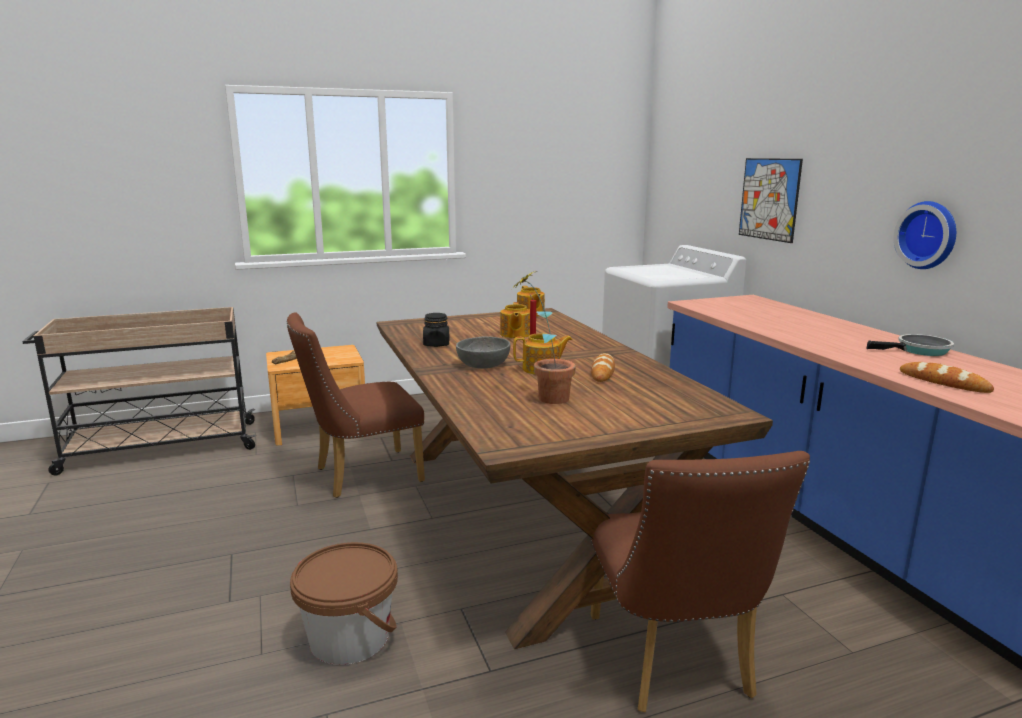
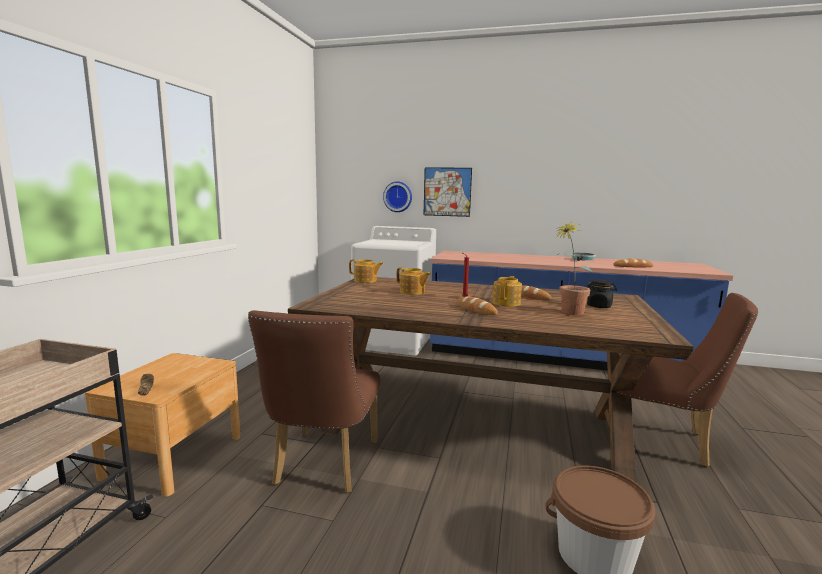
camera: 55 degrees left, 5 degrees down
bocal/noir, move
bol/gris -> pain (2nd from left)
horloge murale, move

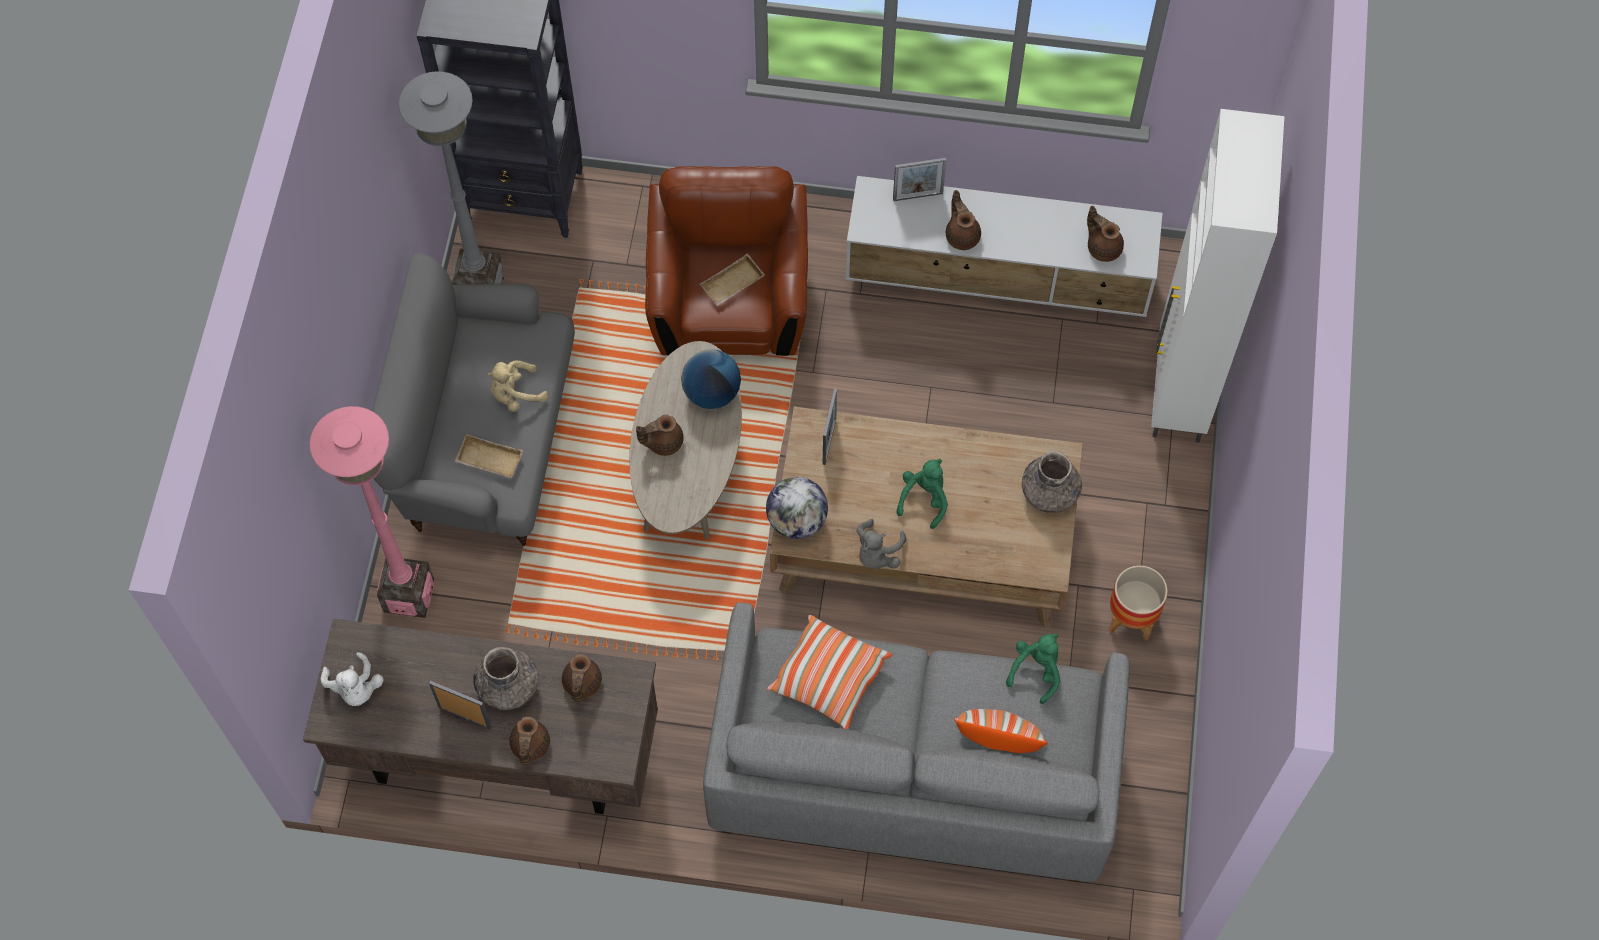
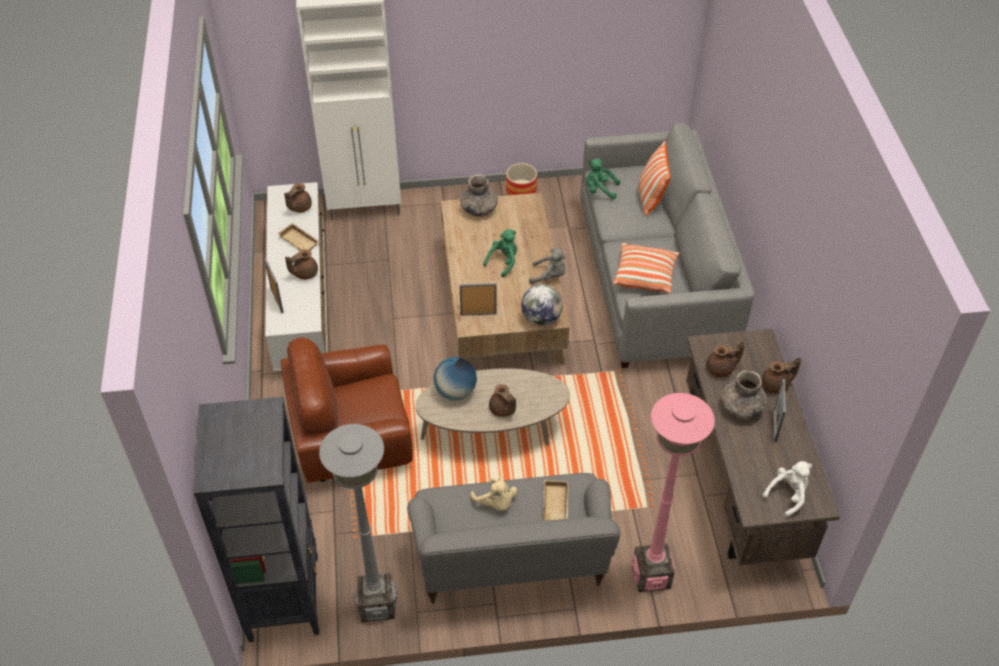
camera: 105 degrees left, 15 degrees down
plateau/beige (2nd from left in the first image) -> plateau/beige (1st from left), move
peluche/vert (1st from left), 120 degrees clockwise

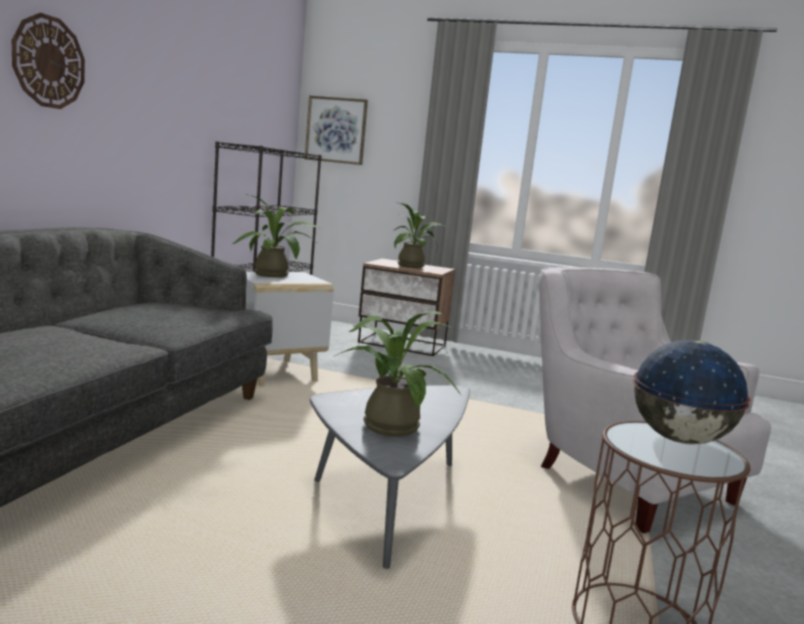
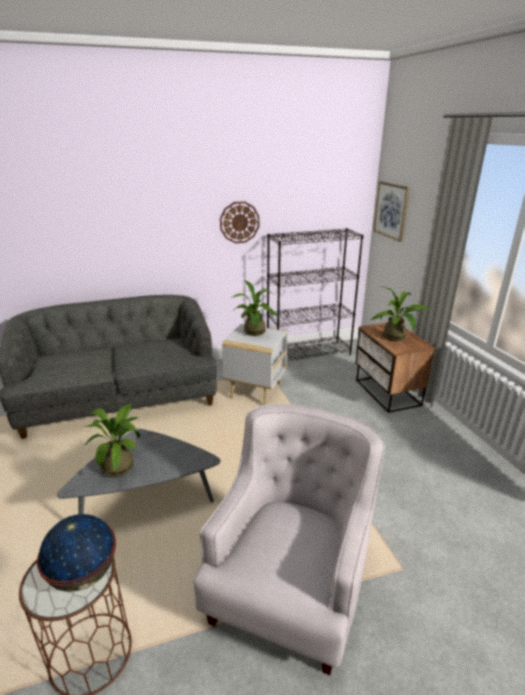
camera: 55 degrees right, 15 degrees up
horloge murale, move

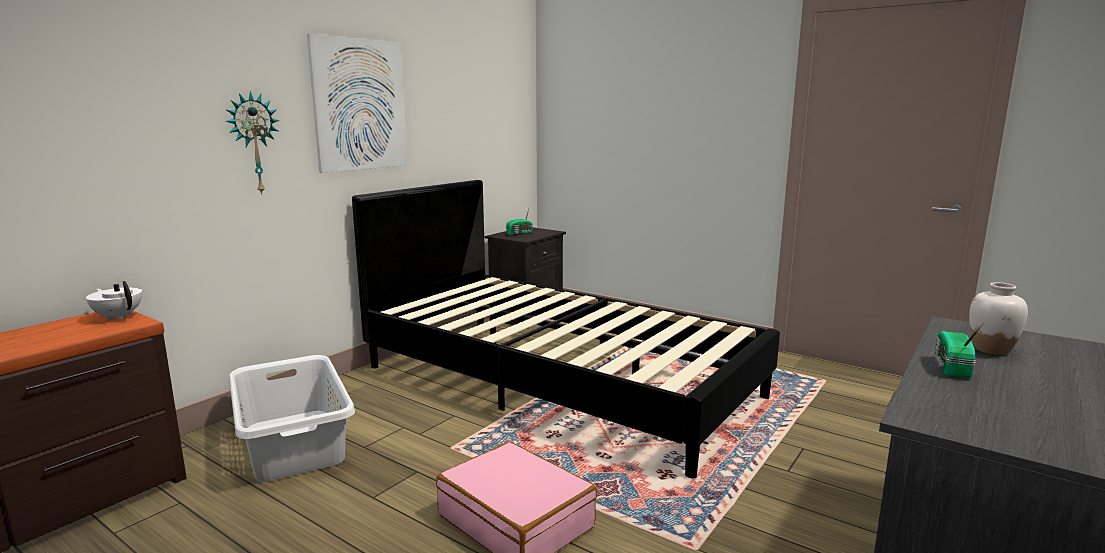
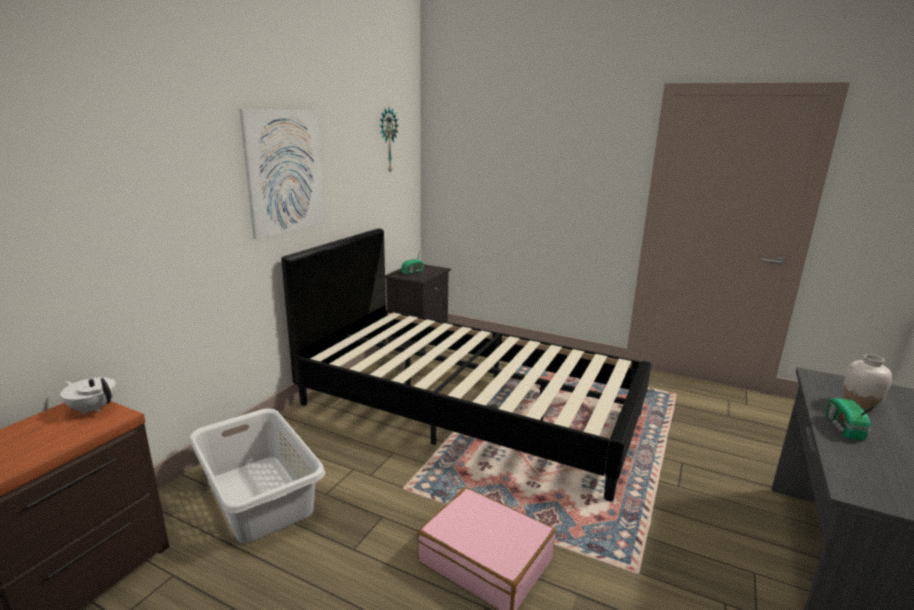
camera: 10 degrees left, 5 degrees up
horloge murale, move

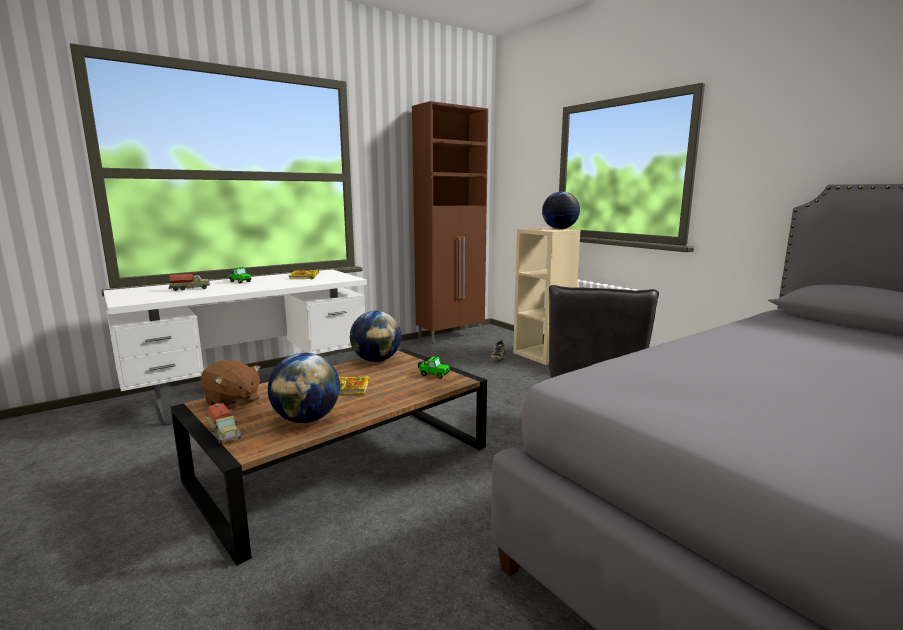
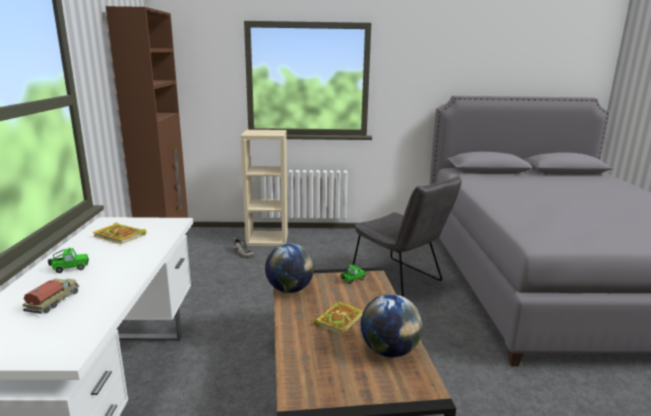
camera: 55 degrees left, 5 degrees up
peluche/marron -> none
camion jouet (2nd from left) -> none
globe (3rd from left) -> none

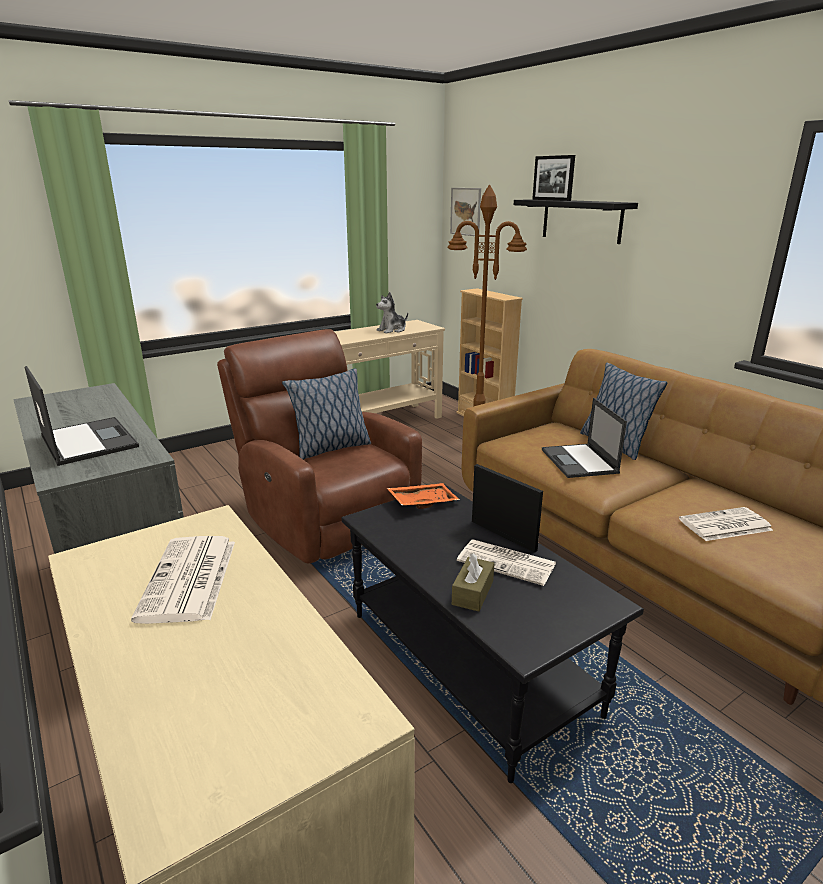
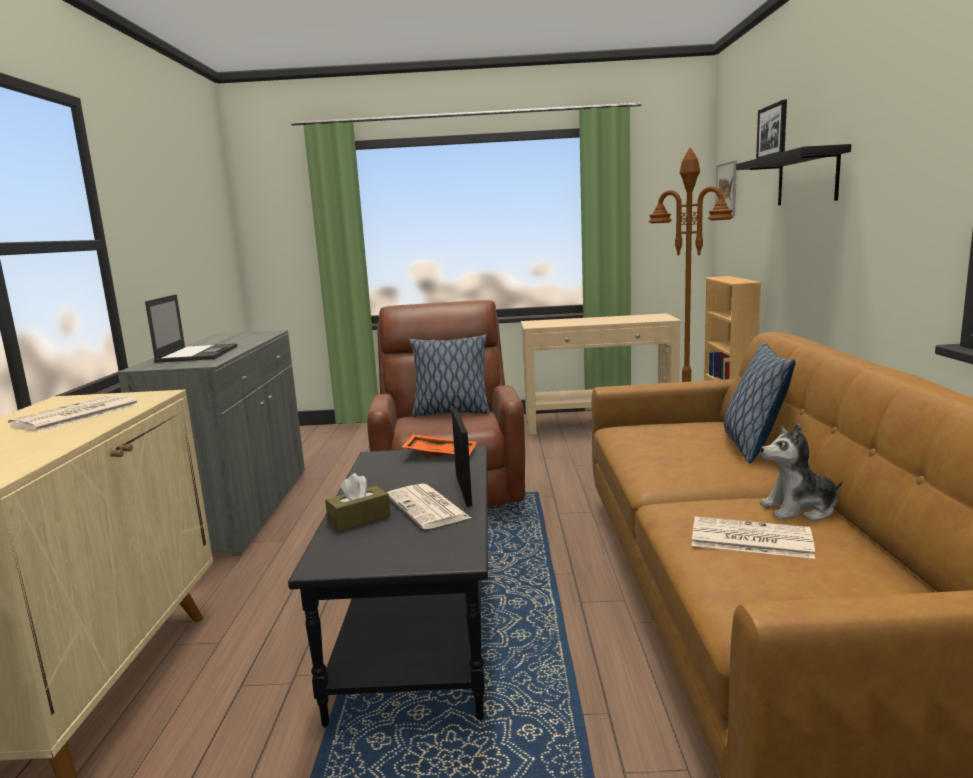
camera: 35 degrees right, 10 degrees down
peluche, move
ordinateur portable (2nd from left) -> none

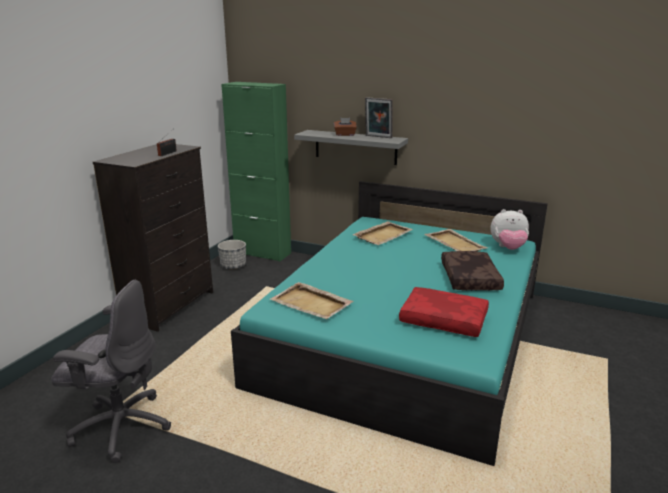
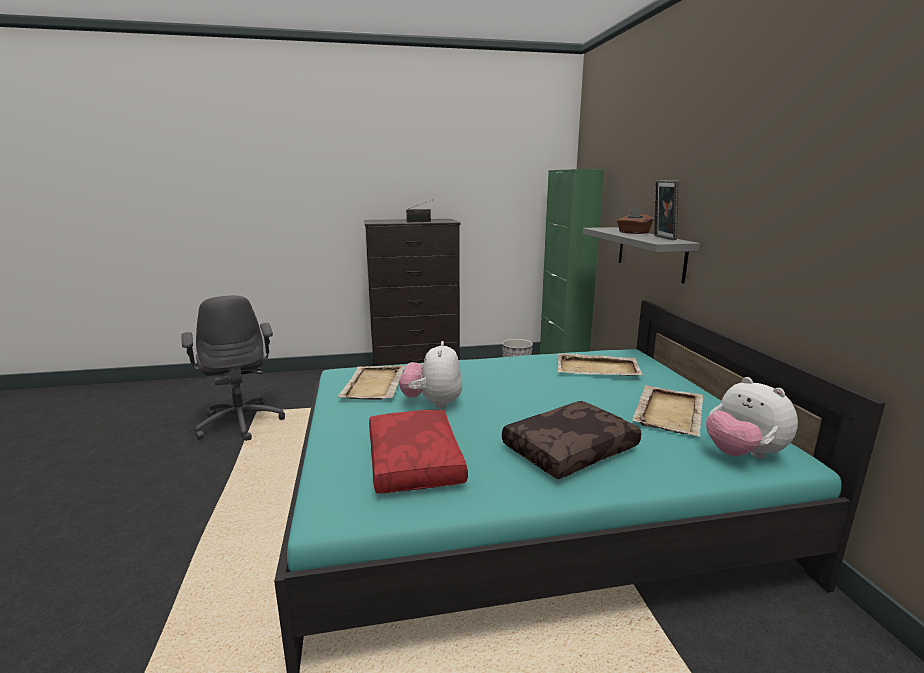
camera: 55 degrees right, 5 degrees down
none -> peluche (1st from left)

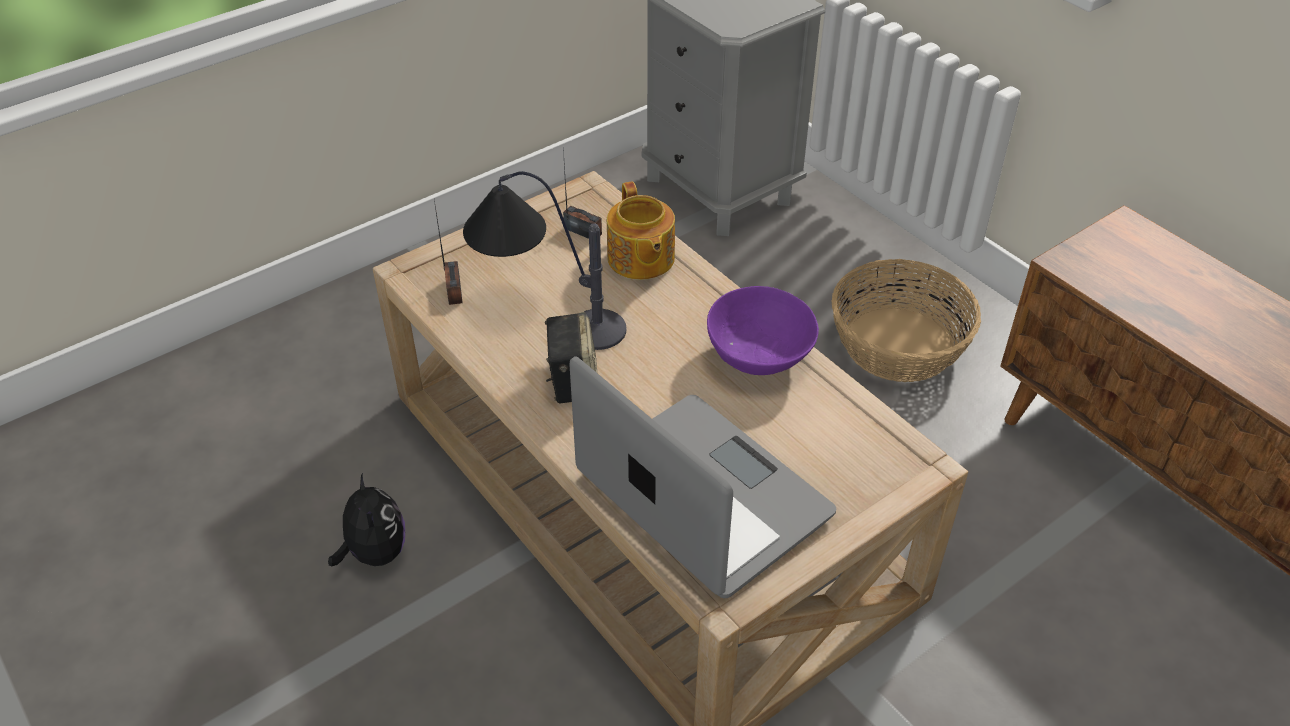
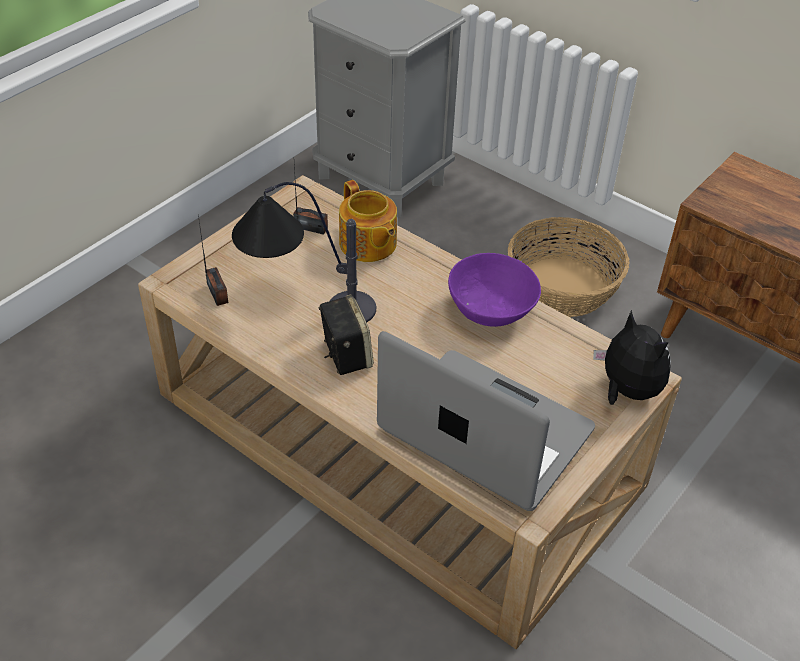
camera: 15 degrees left, 0 degrees up
peluche, move

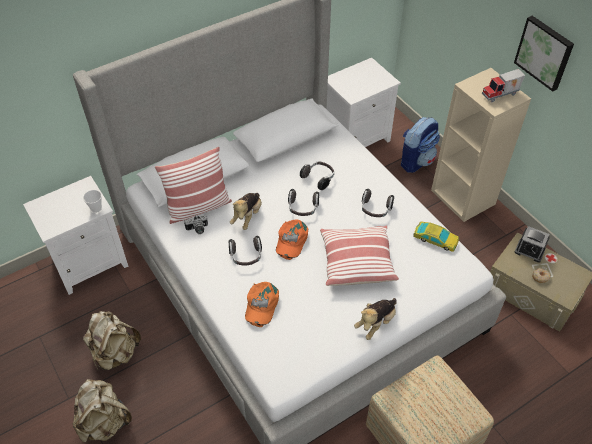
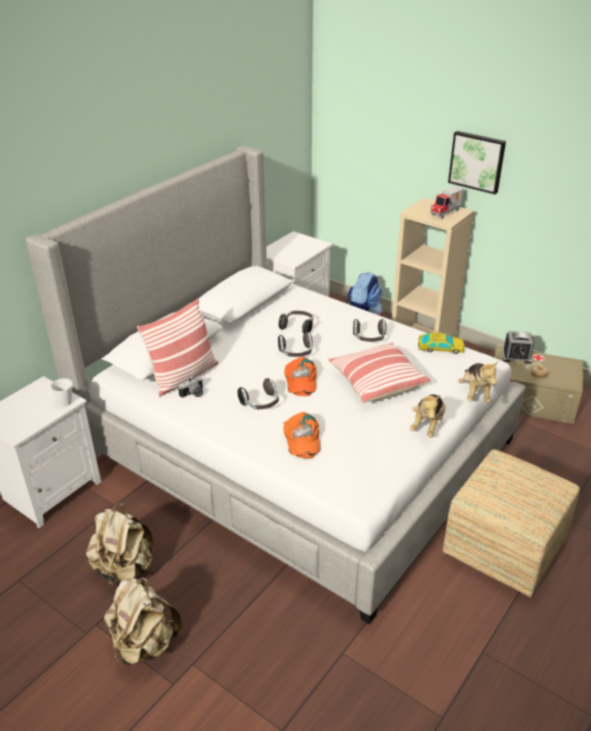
camera: 20 degrees left, 15 degrees down
peluche (1st from left in the first image) -> peluche (2nd from left), move

